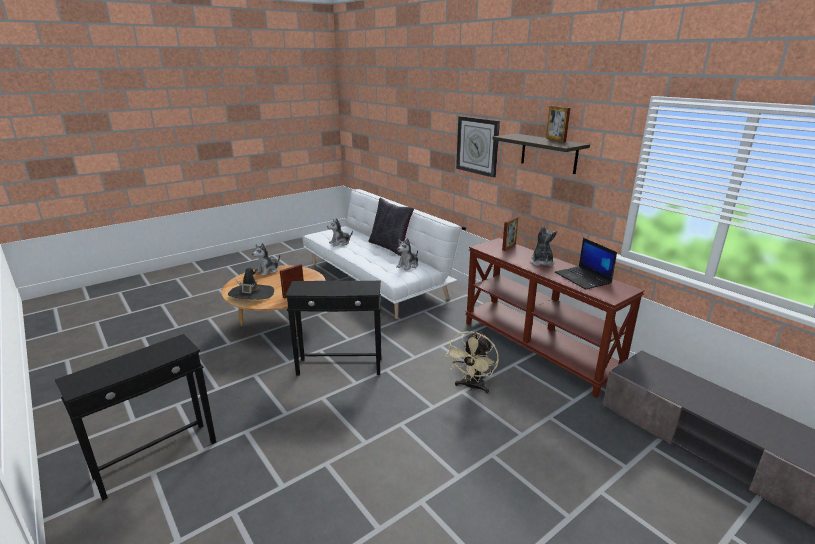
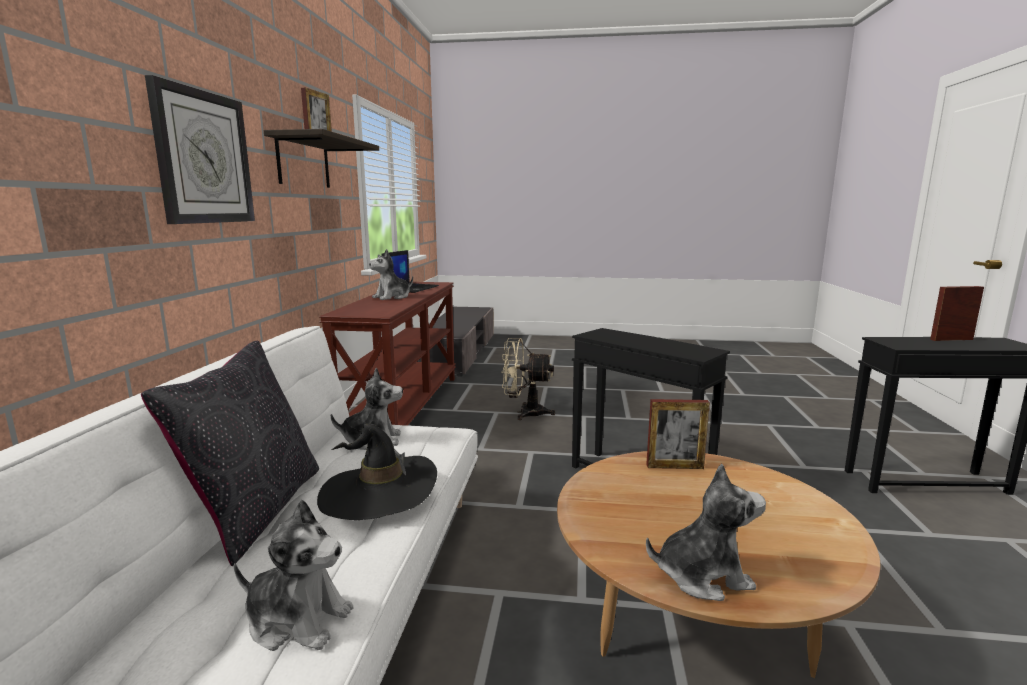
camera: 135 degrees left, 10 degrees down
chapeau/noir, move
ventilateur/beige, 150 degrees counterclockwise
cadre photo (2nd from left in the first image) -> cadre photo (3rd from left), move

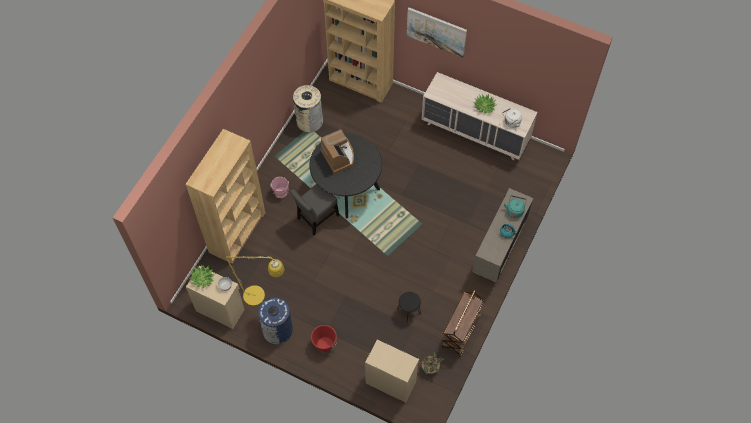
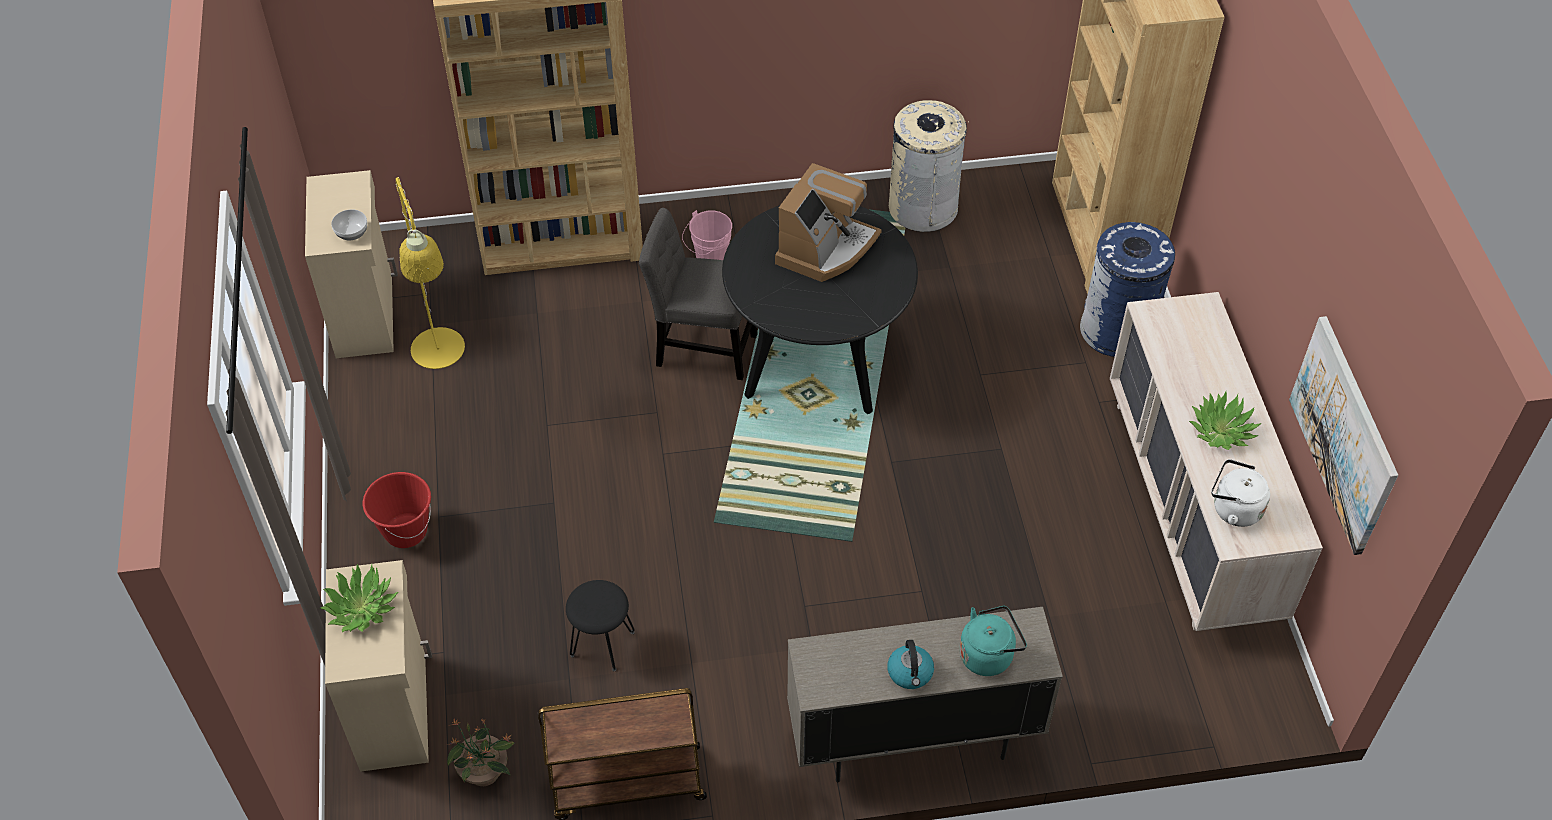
camera: 55 degrees right, 10 degrees down
plante en pot (1st from left), move
poubelle/bleu, move
tableau, move

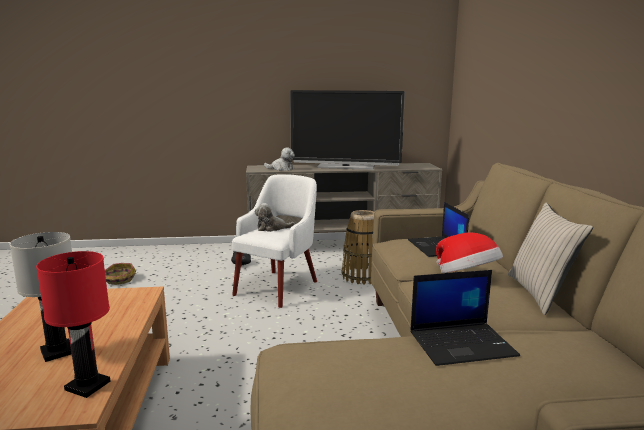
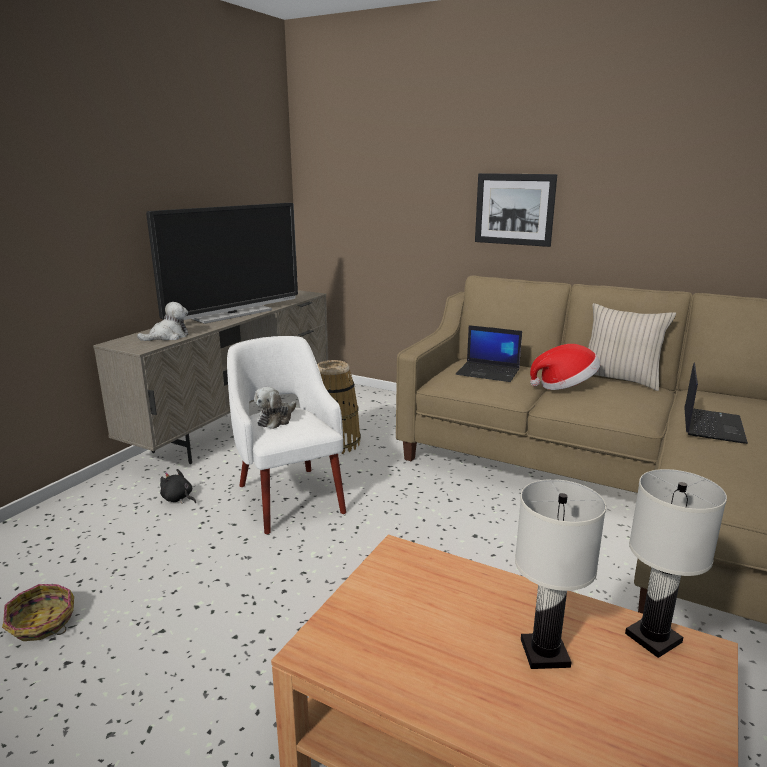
camera: 55 degrees left, 5 degrees up
lampe de table/rouge -> lampe de table/blanc (2nd from left)
none -> tableau

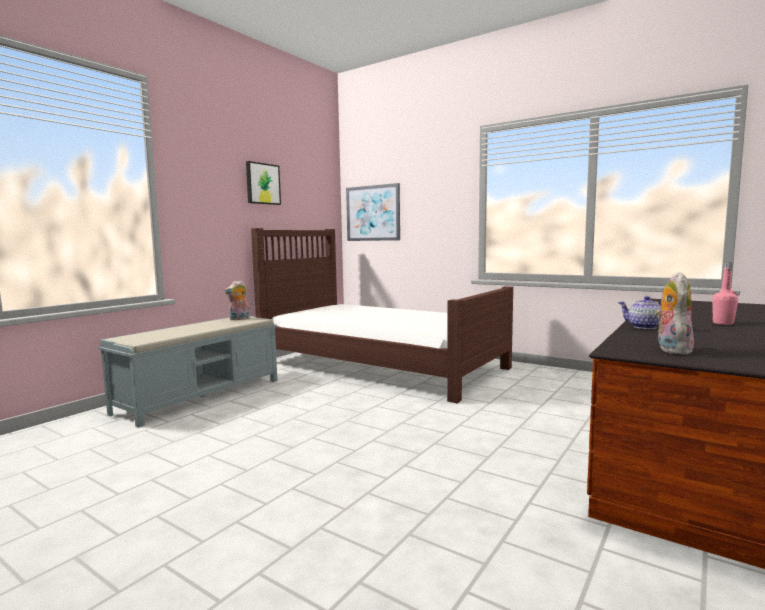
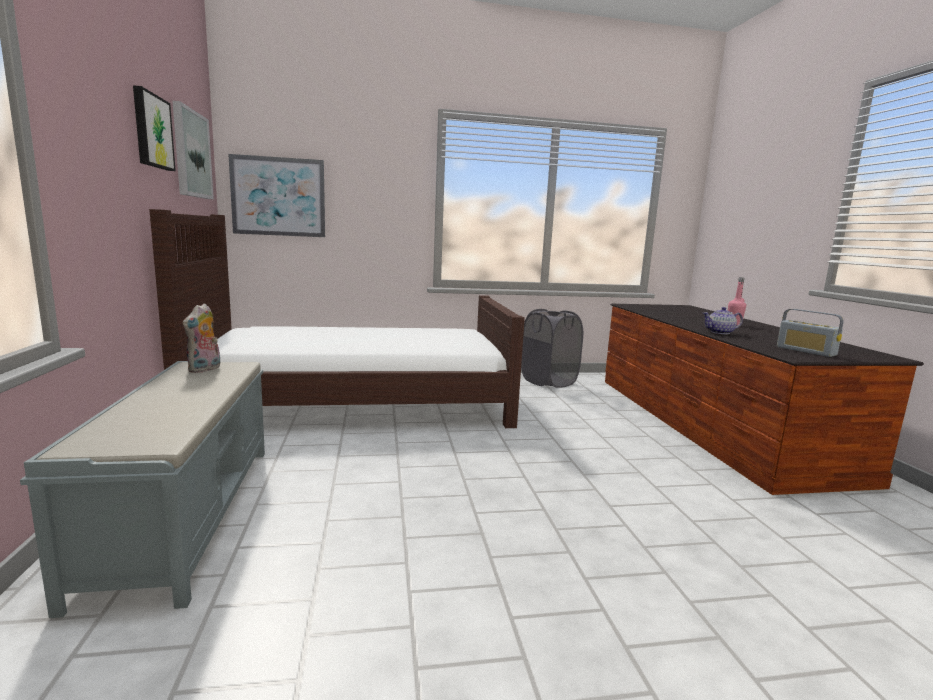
camera: 45 degrees left, 5 degrees up
peluche (2nd from left) -> radio
none -> tableau (2nd from left)
none -> panier à linge/gris

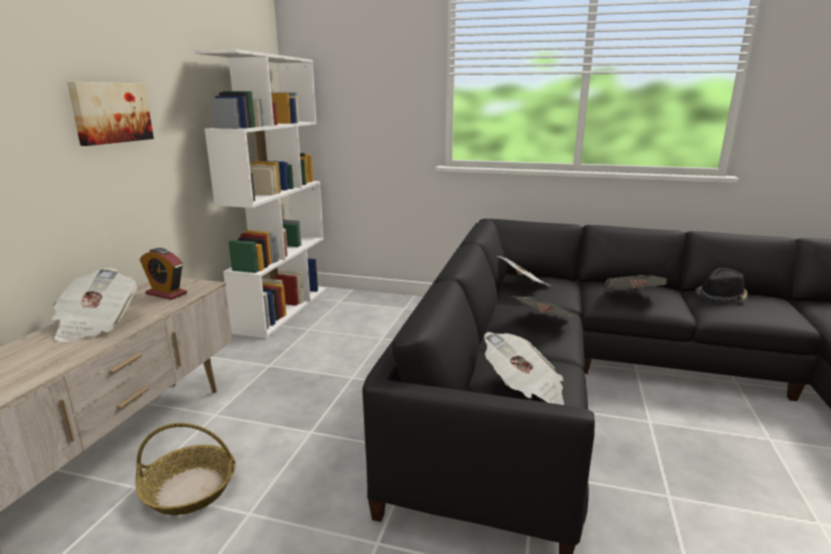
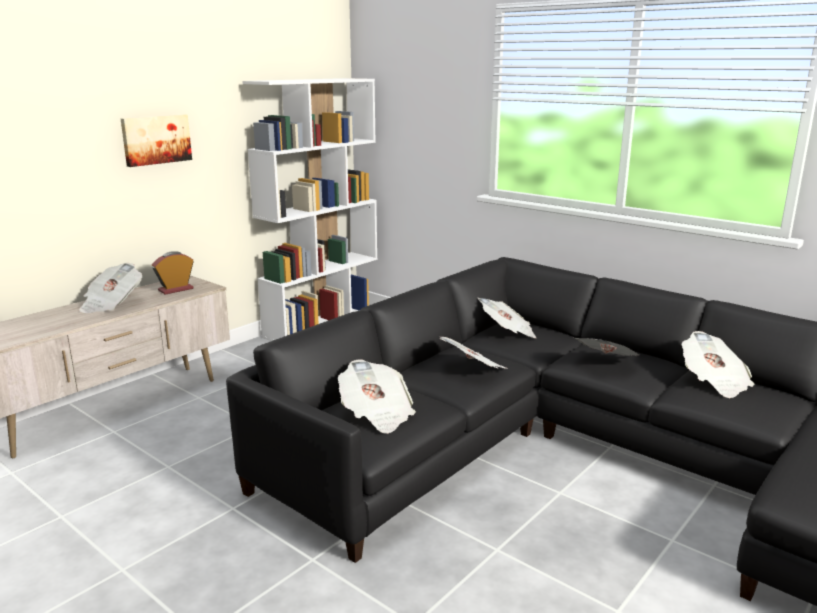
camera: 25 degrees right, 0 degrees up
panier -> none
réveil, 90 degrees clockwise
chapeau/noir -> journal (6th from left)

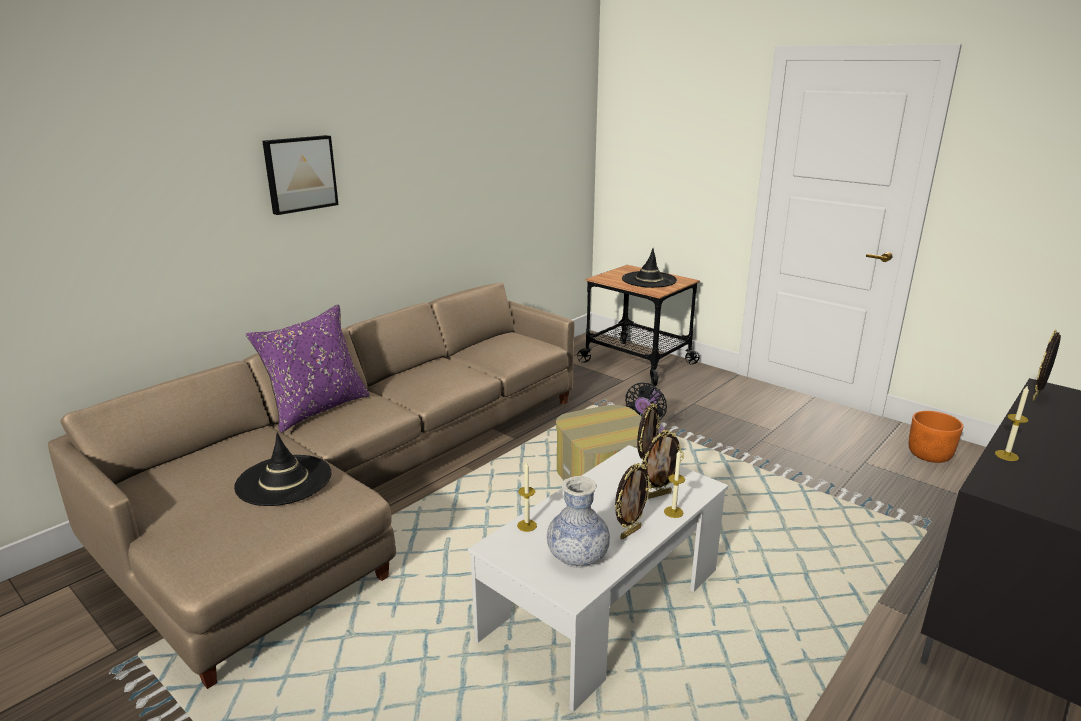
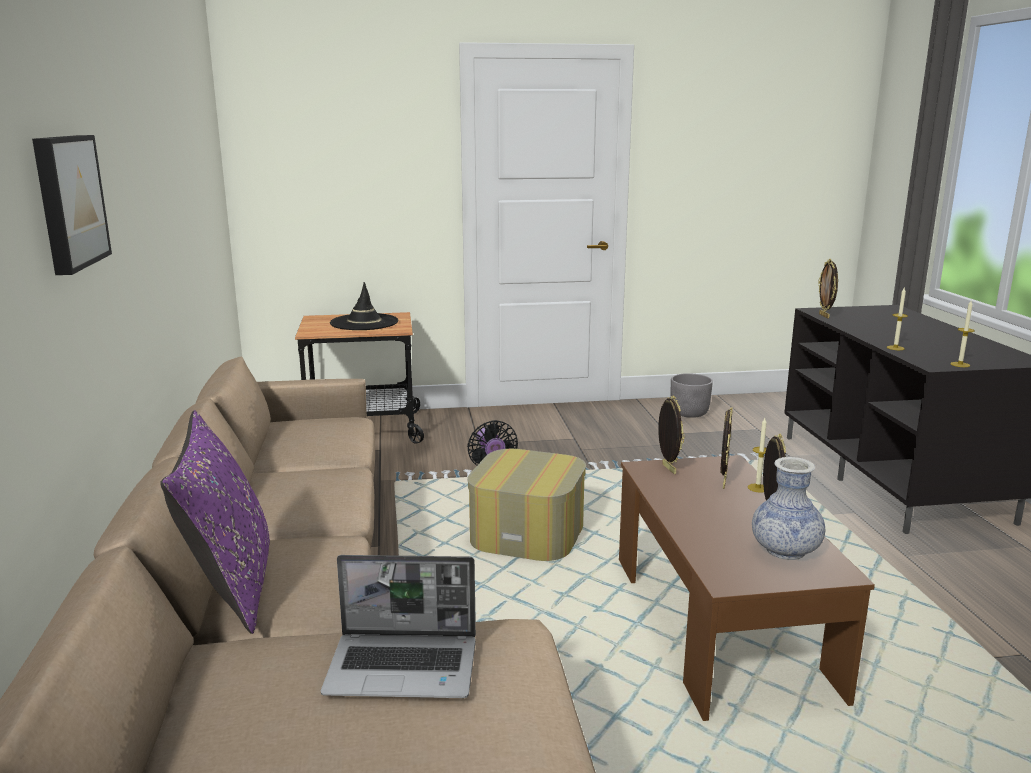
camera: 50 degrees left, 5 degrees down
chapeau/noir (1st from left) -> ordinateur portable
table basse/blanc -> table basse/marron
bougie (1st from left in the first image) -> bougie (3rd from left), move
cache-pot/orange -> cache-pot/gris

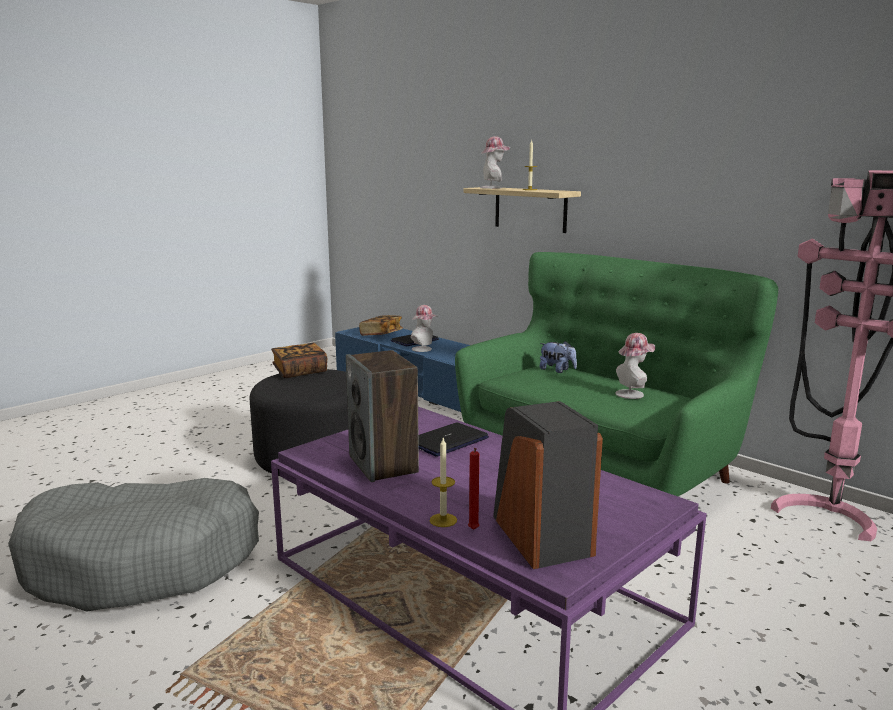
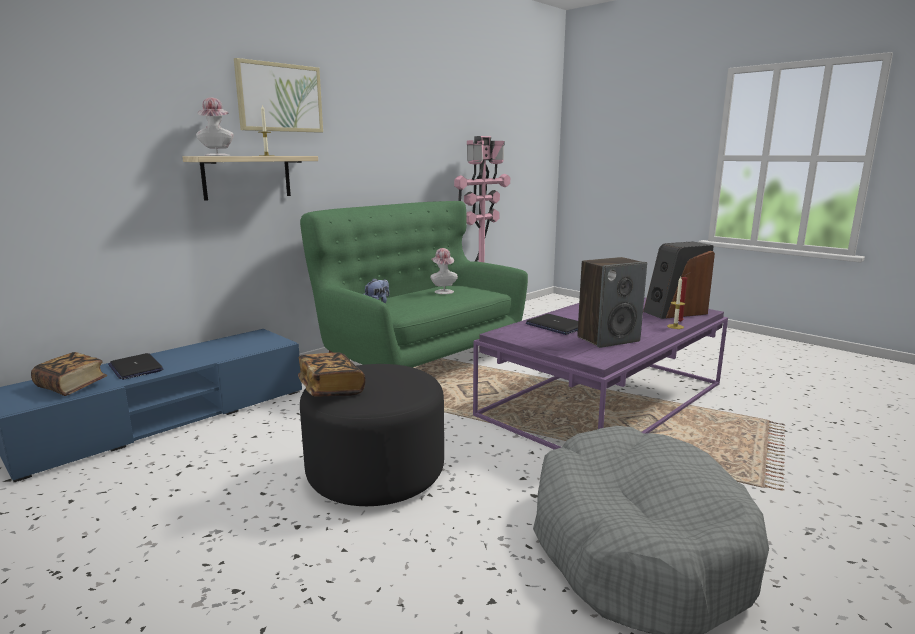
camera: 90 degrees left, 0 degrees up
chapeau (1st from left) -> none
none -> tableau

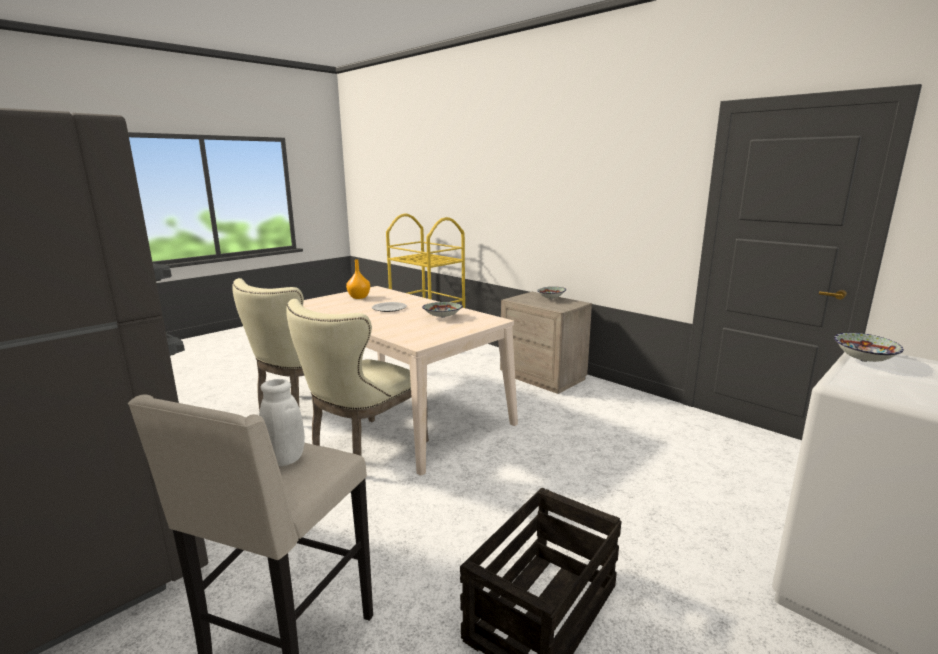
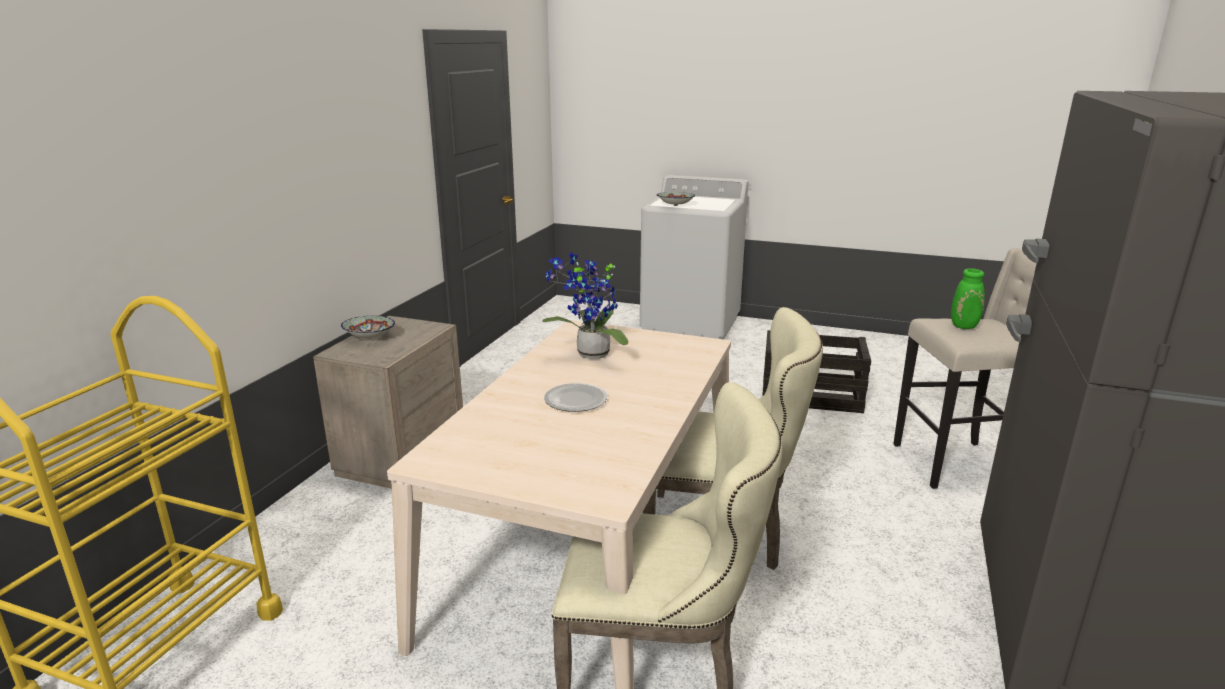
camera: 115 degrees left, 5 degrees up
vase/blanc -> vase/vert
vase/orange -> none
bol (1st from left) -> plante en pot

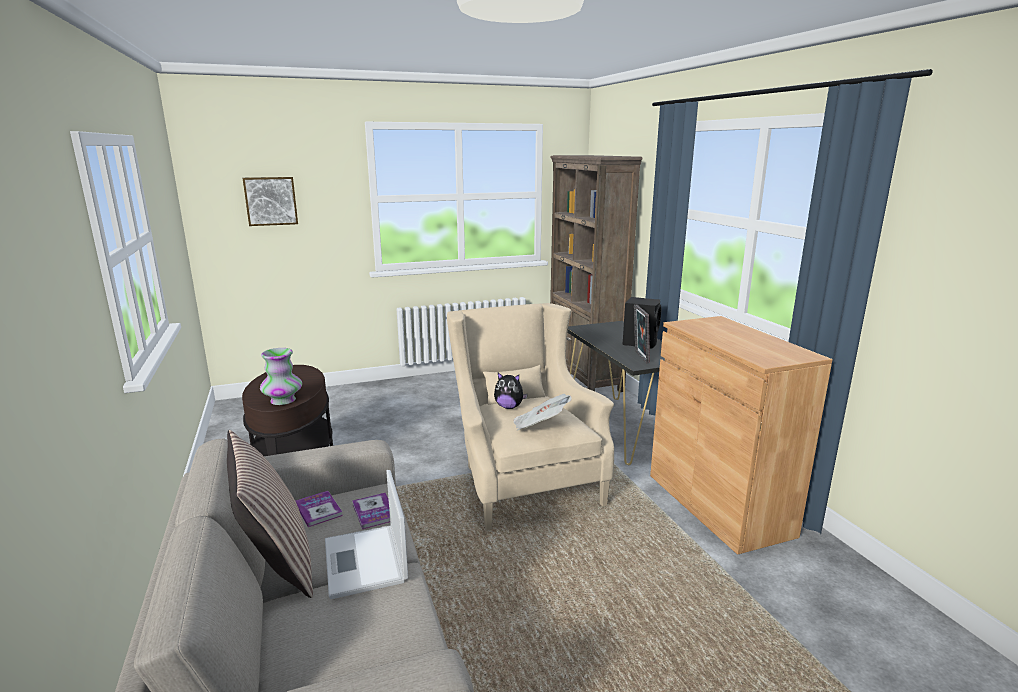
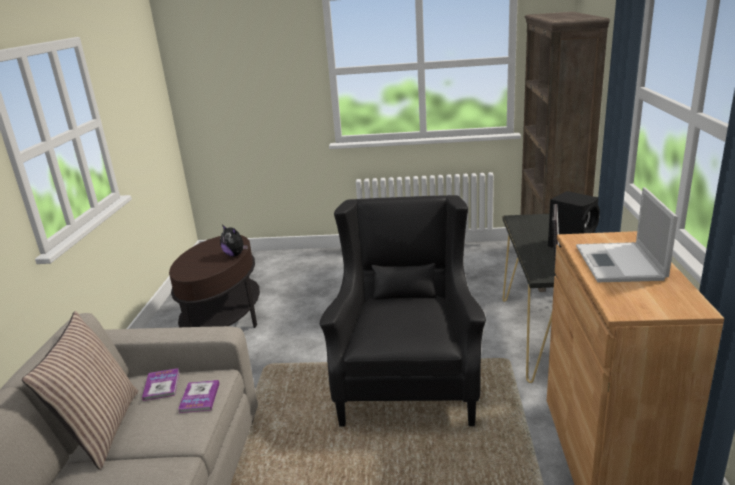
camera: 25 degrees right, 5 degrees up
tableau -> none
vase -> none
ordinateur portable, move
fauteuil/beige -> fauteuil/noir
peluche, move
journal -> none

